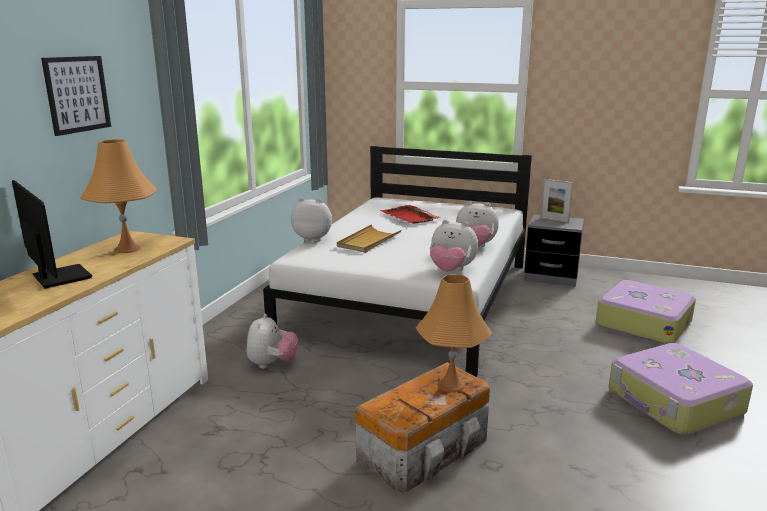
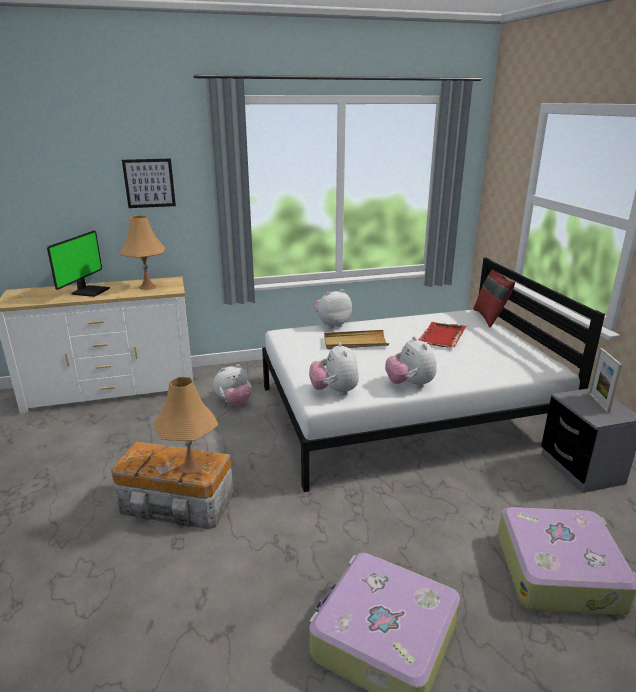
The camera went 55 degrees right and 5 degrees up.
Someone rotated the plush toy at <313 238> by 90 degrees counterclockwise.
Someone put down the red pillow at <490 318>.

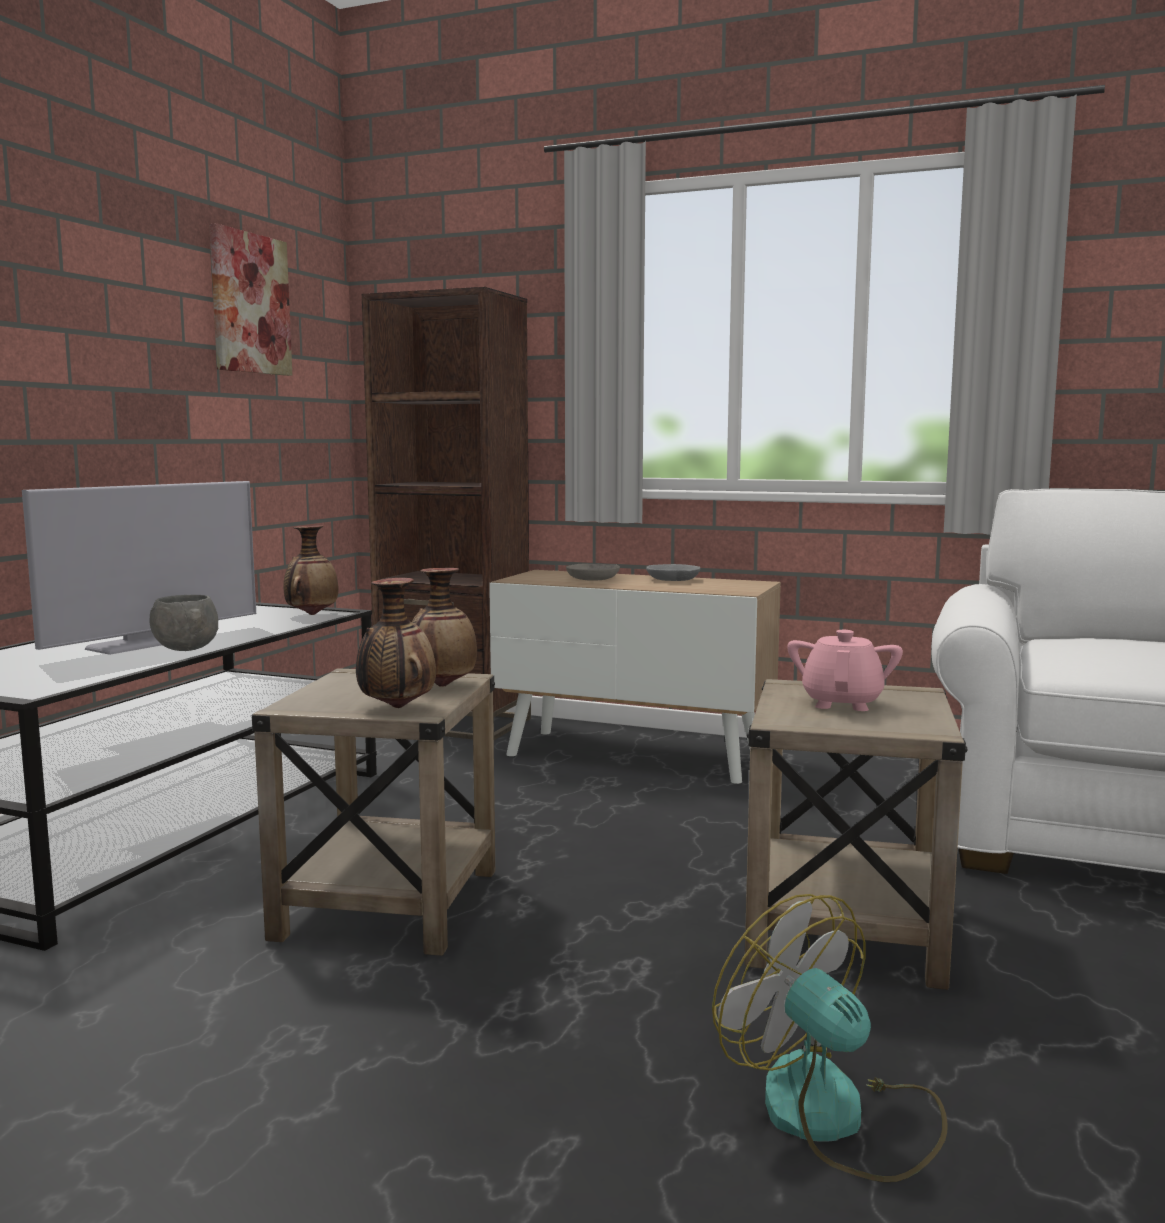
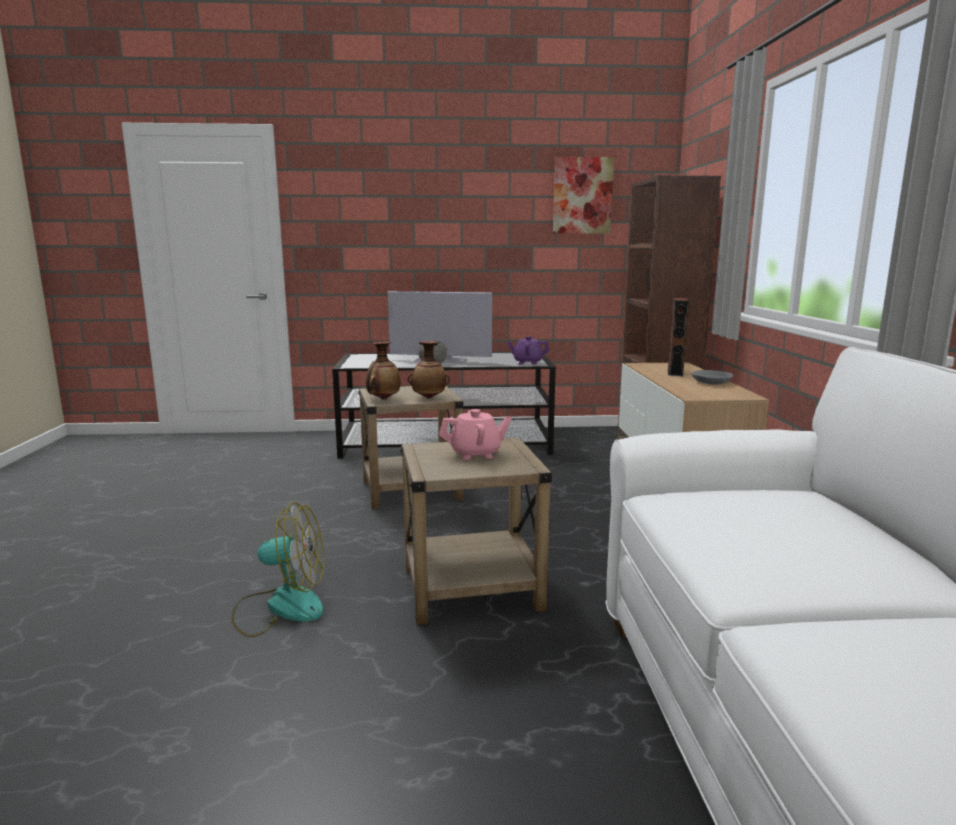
The camera went 65 degrees right and 5 degrees up.
Someone swapped the vase at <311 614> for the purple teapot at <527 363>.
Someone swapped the grey bowl at <593 579> for the brown speaker at <675 372>.
Someone rotated the fan at <835 1116> by 60 degrees clockwise.

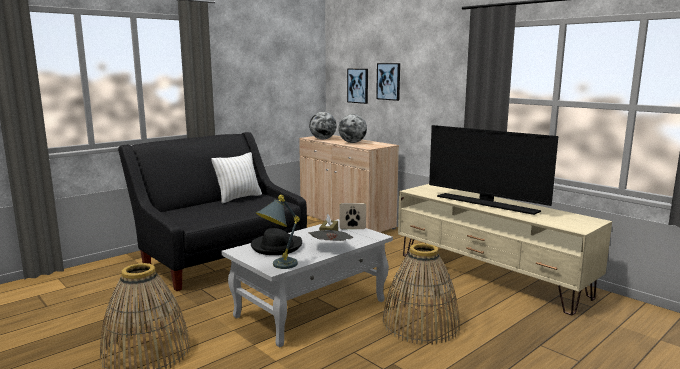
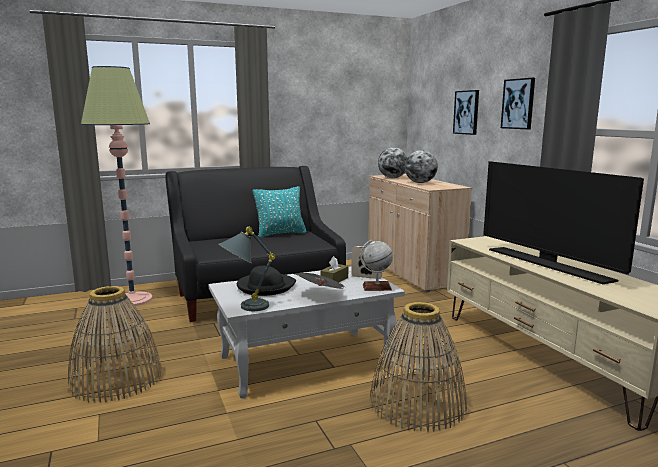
The camera went 20 degrees right and 0 degrees up.
Someone repainted the white pillow at <238 198>, which became the turquoise pillow at <280 234>.
Someone carried the picture from <358 85> to <518 104>.
Someone put down the floor lamp at <132 300>.
Someone put down the globe at <376 287>.

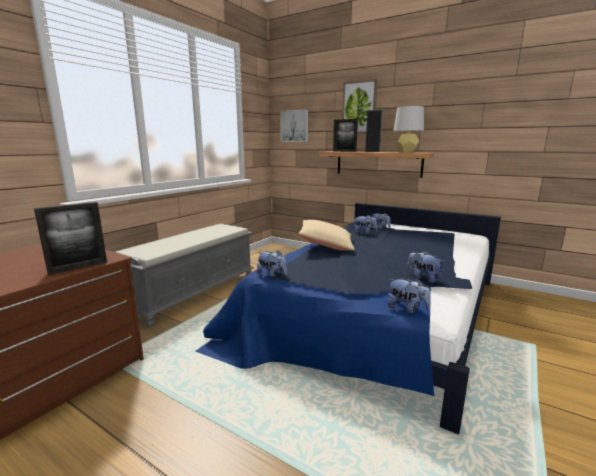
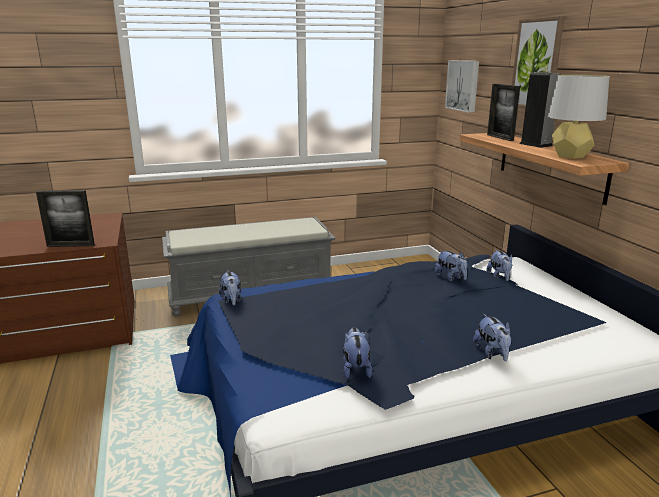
The camera went 40 degrees right and 5 degrees up.
Someone took away the beige pillow at <326 245>.
Someone carried the plush toy from <407 309> to <492 353>.

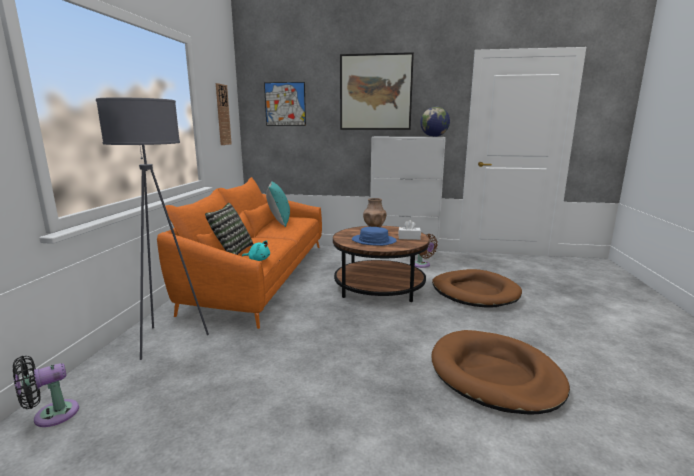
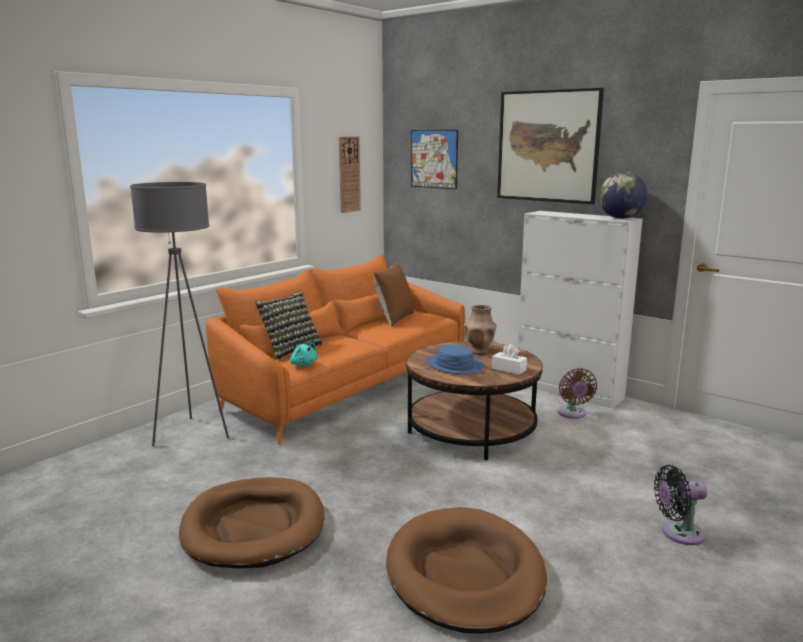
The camera went 30 degrees right and 0 degrees up.
Someone carried the black fan from <51 415> to <678 533>.
Someone repainted the turquoise pillow at <279 222>, which became the brown pillow at <394 319>.
Someone carried the brown dog bed from <474 292> to <254 527>.

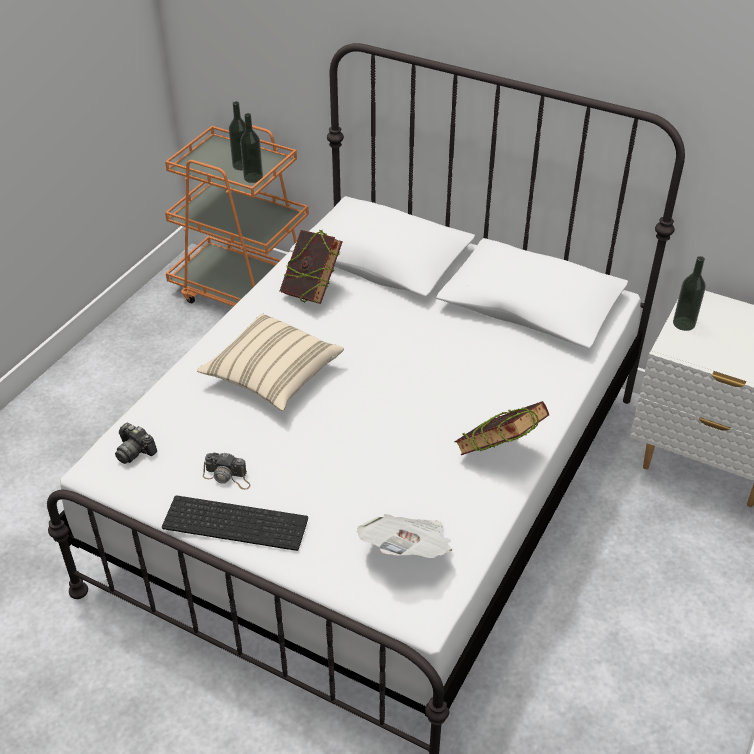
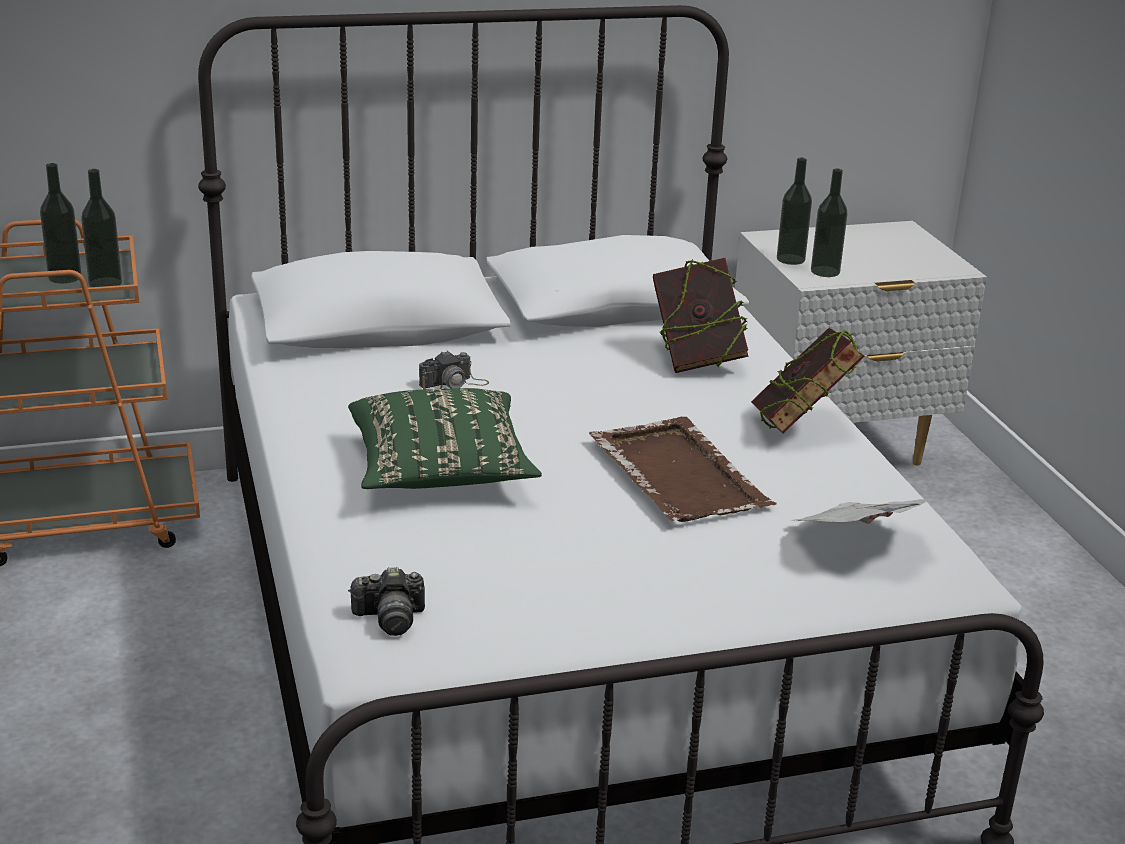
The camera went 45 degrees left and 15 degrees down.
Someone took away the keyboard at <237 521>.
Someone repainted the beige pillow at <272 376>, which became the green pillow at <440 471>.
Someone carried the photo camera from <228 477> to <453 384>.
Someone carried the book from <312 292> to <696 360>.
Someone put down the brown tray at <677 474>.
Someone put down the bottle at <825 271>.

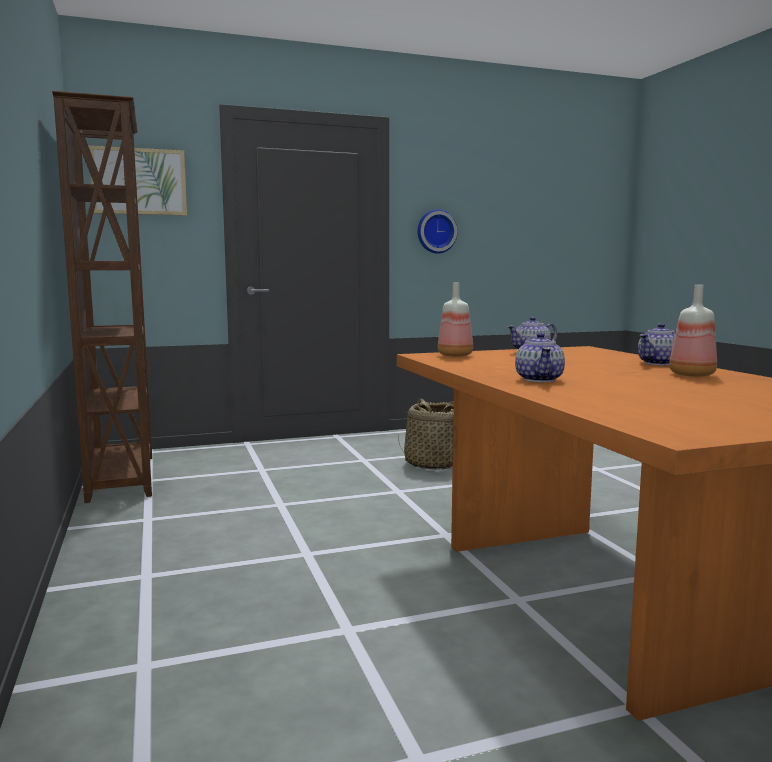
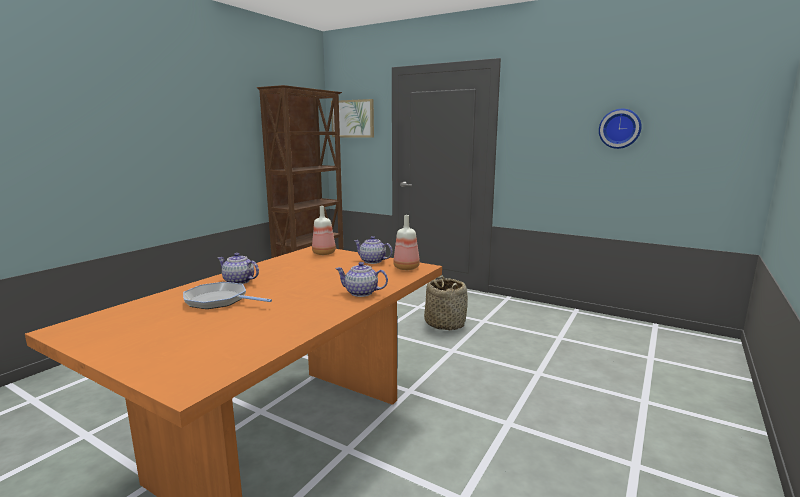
The camera went 50 degrees right and 5 degrees up.
Someone carried the wall clock from <436 231> to <620 128>.
Someone rotated the teapot at <539 379> by 60 degrees clockwise.
Someone carried the bottle from <690 375> to <406 267>.
Someone put down the frying pan at <219 300>.

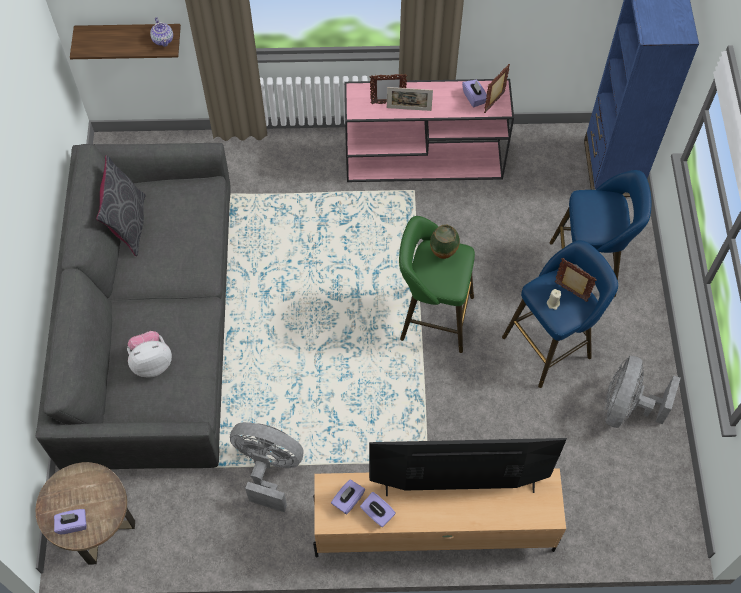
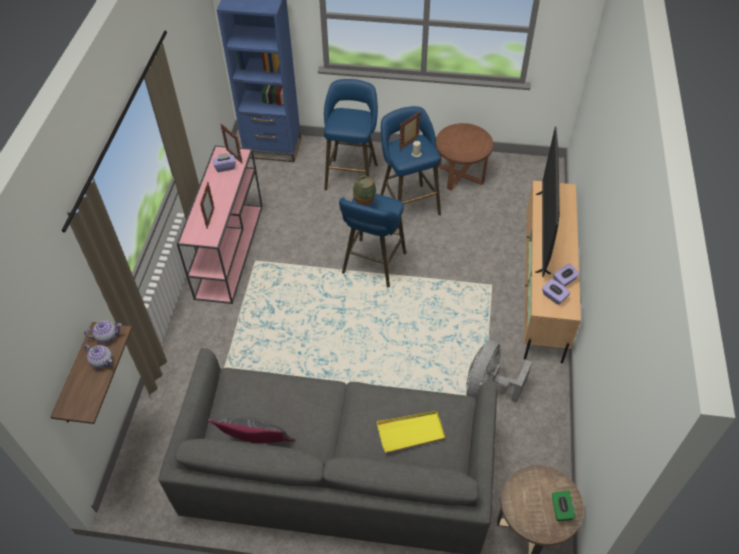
The camera went 80 degrees left and 10 degrees down.
Someone repainted the purple tissue box at <73 524>, which became the green tissue box at <560 510>.
Someone swapped the plush toy at <152 362> for the yellow tray at <411 432>.
Someone took away the picture frame at <409 109>.
Someone repainted the green stool at <432 317>, which became the blue stool at <372 266>.
Someone swapped the grey fan at <626 407> for the brown side table at <460 174>.
Someone put down the teapot at <102 361>.

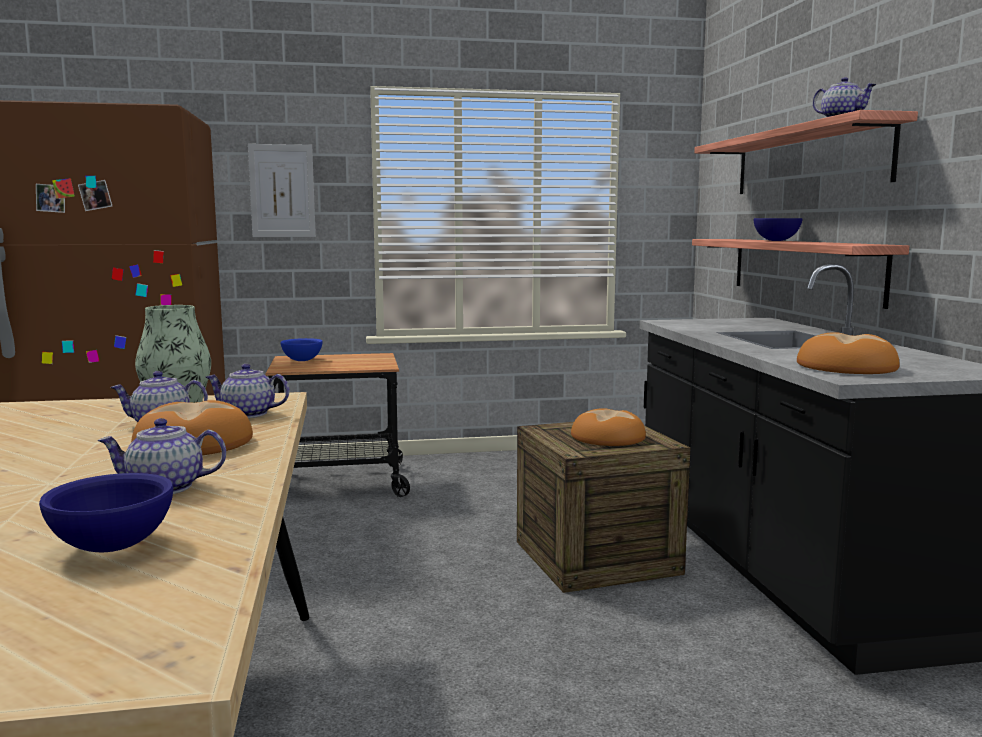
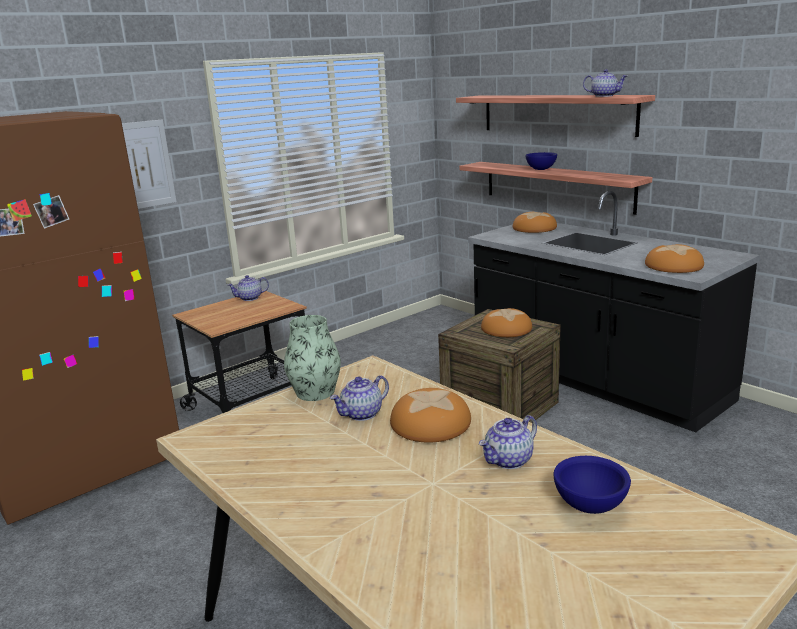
The camera went 30 degrees left and 10 degrees up.
Someone carried the teapot from <247 414> to <249 298>.
Someone took away the blue bowl at <301 360>.
Someone put down the bread at <534 228>.

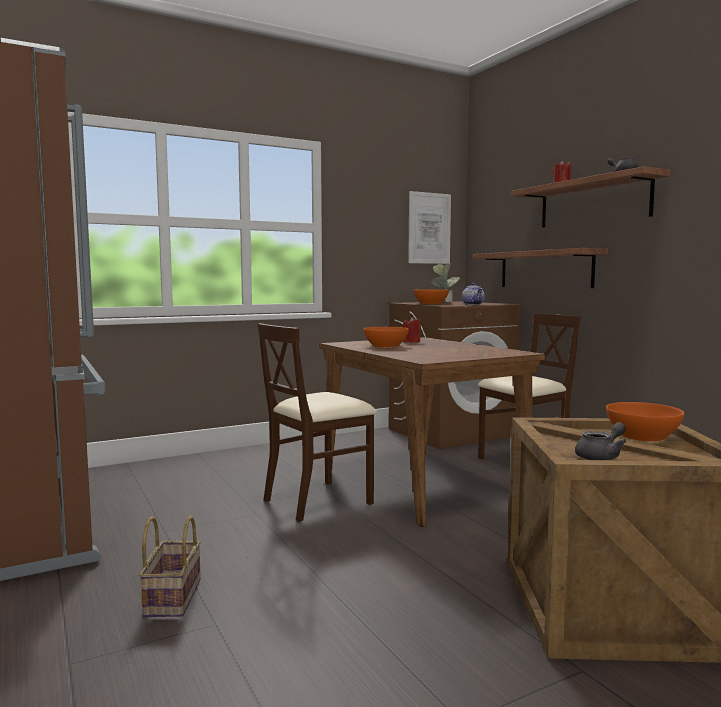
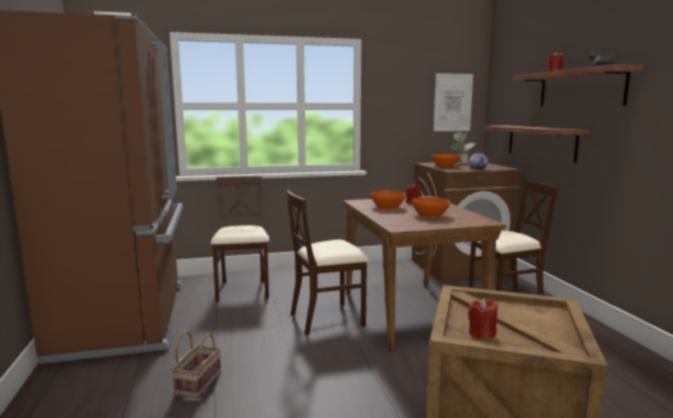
The camera went 15 degrees right and 5 degrees up.
Someone swapped the grey teapot at <601 457> for the red candle at <481 334>.
Someone carried the orange bowl from <643 436> to <430 215>.
Someone put down the beige chair at <243 290>.

